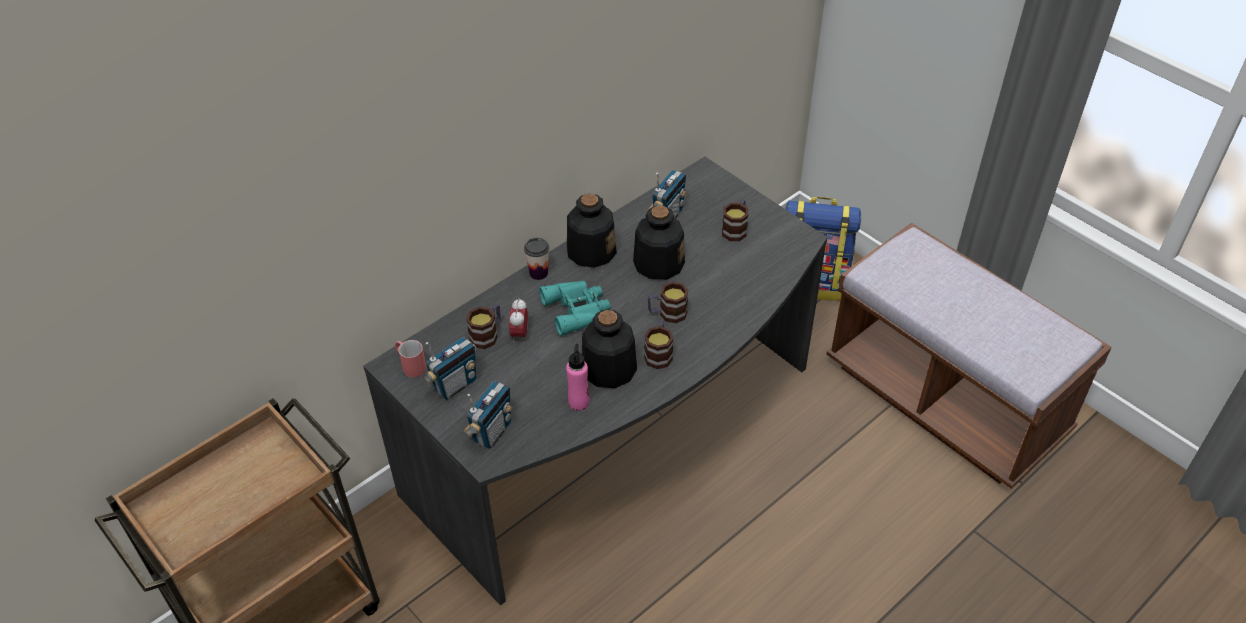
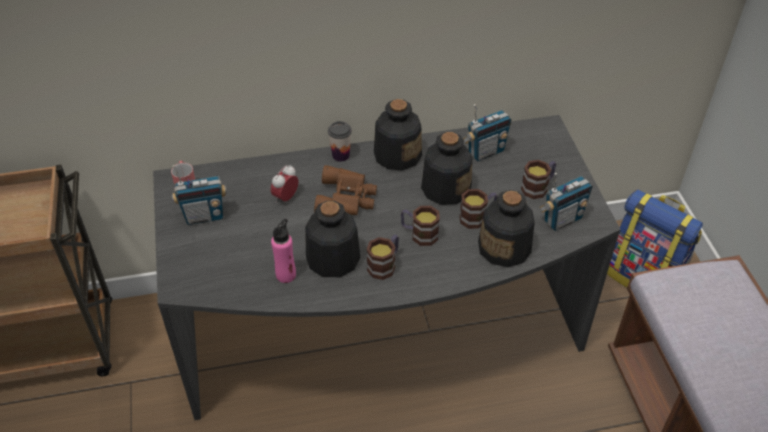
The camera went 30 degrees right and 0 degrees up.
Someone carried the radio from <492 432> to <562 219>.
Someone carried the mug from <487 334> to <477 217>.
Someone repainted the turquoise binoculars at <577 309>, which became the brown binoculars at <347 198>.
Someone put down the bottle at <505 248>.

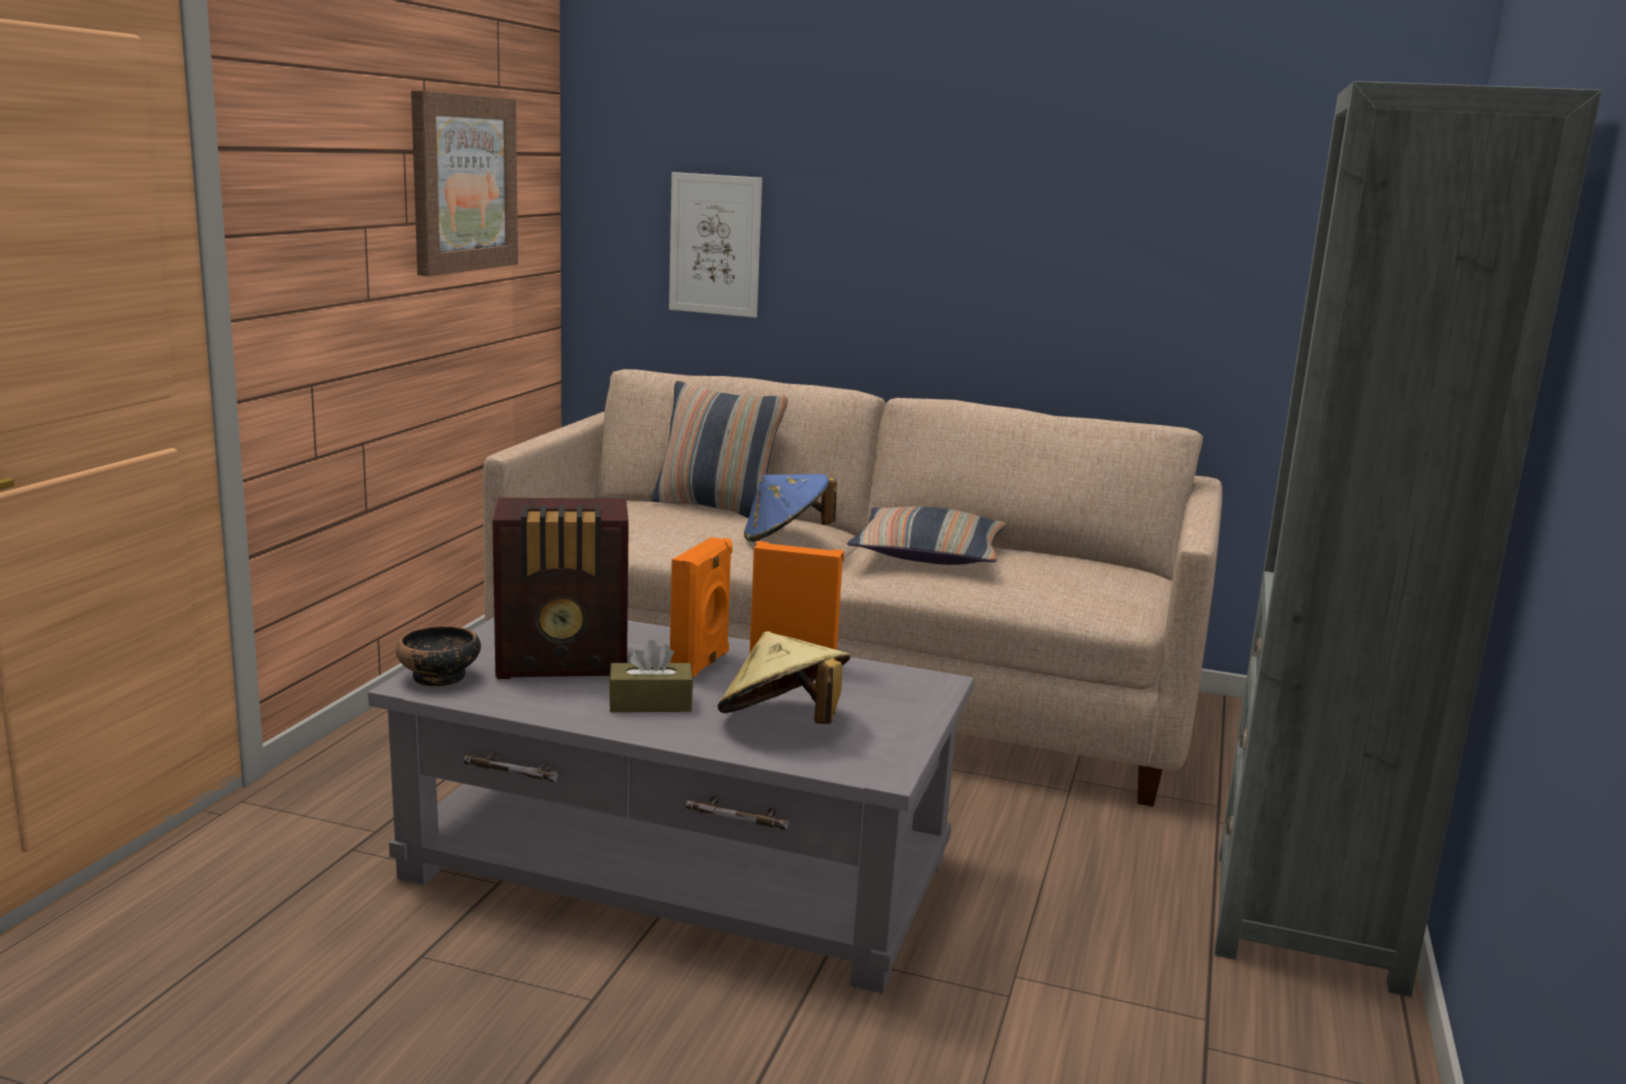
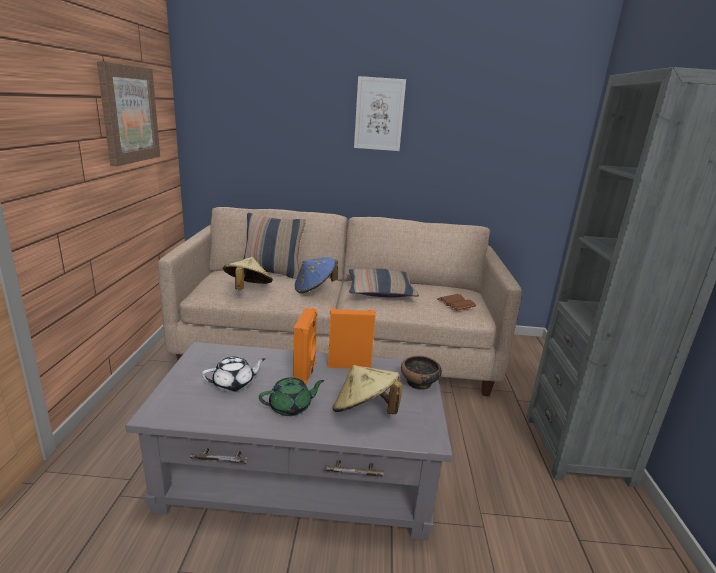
The camera went 15 degrees left and 5 degrees up.
Someone carried the bowl from <439 677> to <419 383>.
Someone swapped the radio at <565 664> for the white teapot at <234 384>.
Someone swapped the brown tissue box at <650 703> for the green teapot at <291 407>.
Someone carried the picture from <715 245> to <379 114>.
Someone put down the beige hat at <247 289>.
Someone put down the brown book at <457 303>.

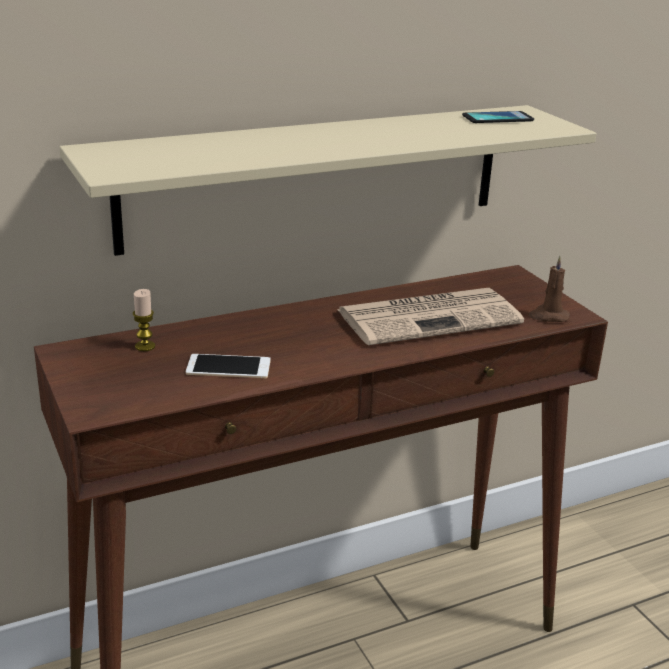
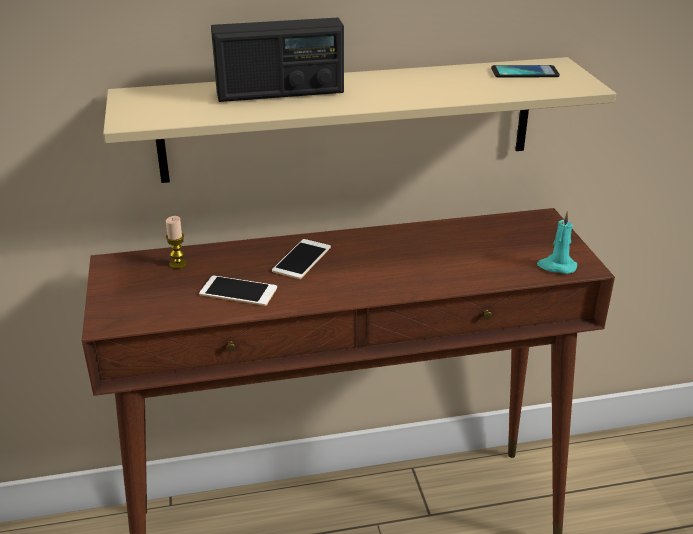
The camera went 15 degrees right and 5 degrees up.
Someone took away the newspaper at <430 317>.
Someone repainted the brown candle at <548 316>, which became the turquoise candle at <556 266>.
Someone put down the radio at <280 93>.
Someone put down the phone at <302 259>.

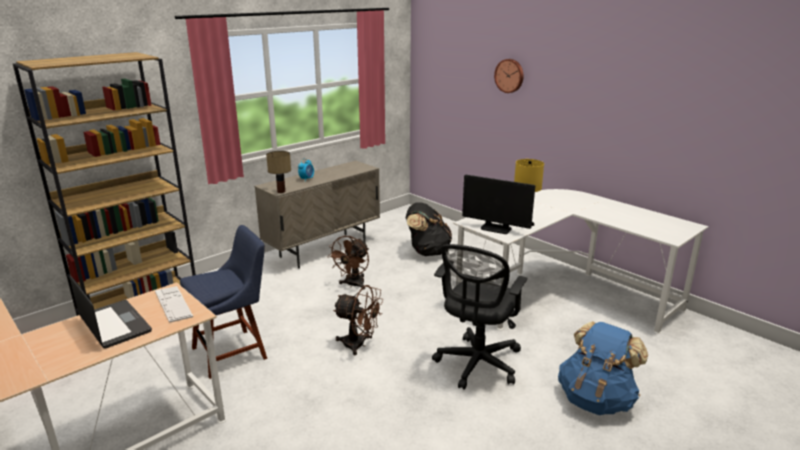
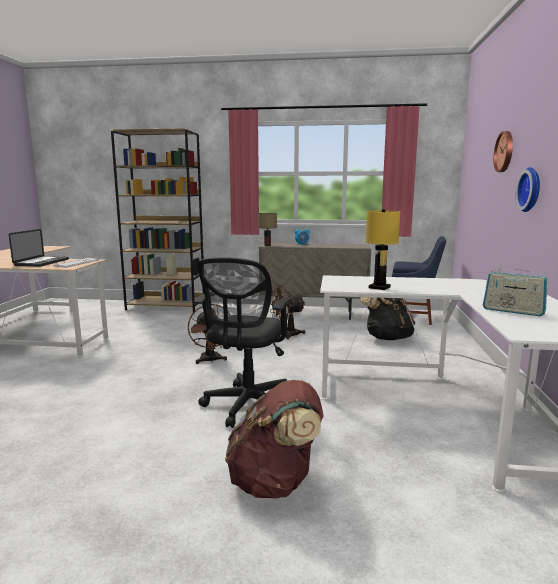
The camera went 50 degrees right and 10 degrees down.
Someone carried the blue chair from <233 351> to <414 318>.
Someone rotated the black office chair at <476 365> by 60 degrees counterclockwise.
Someone took away the monitor at <496 228>.
Someone repainted the blue backpack at <596 399>, which became the brown backpack at <275 482>.
Someone put down the radio at <513 311>.
Someone put up the wall clock at <531 189>.

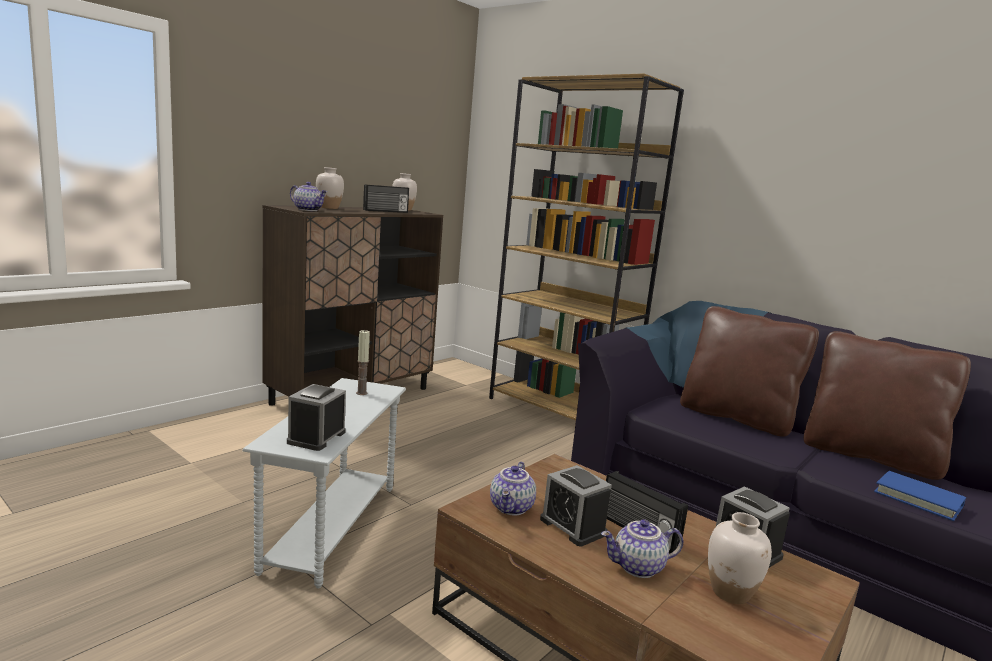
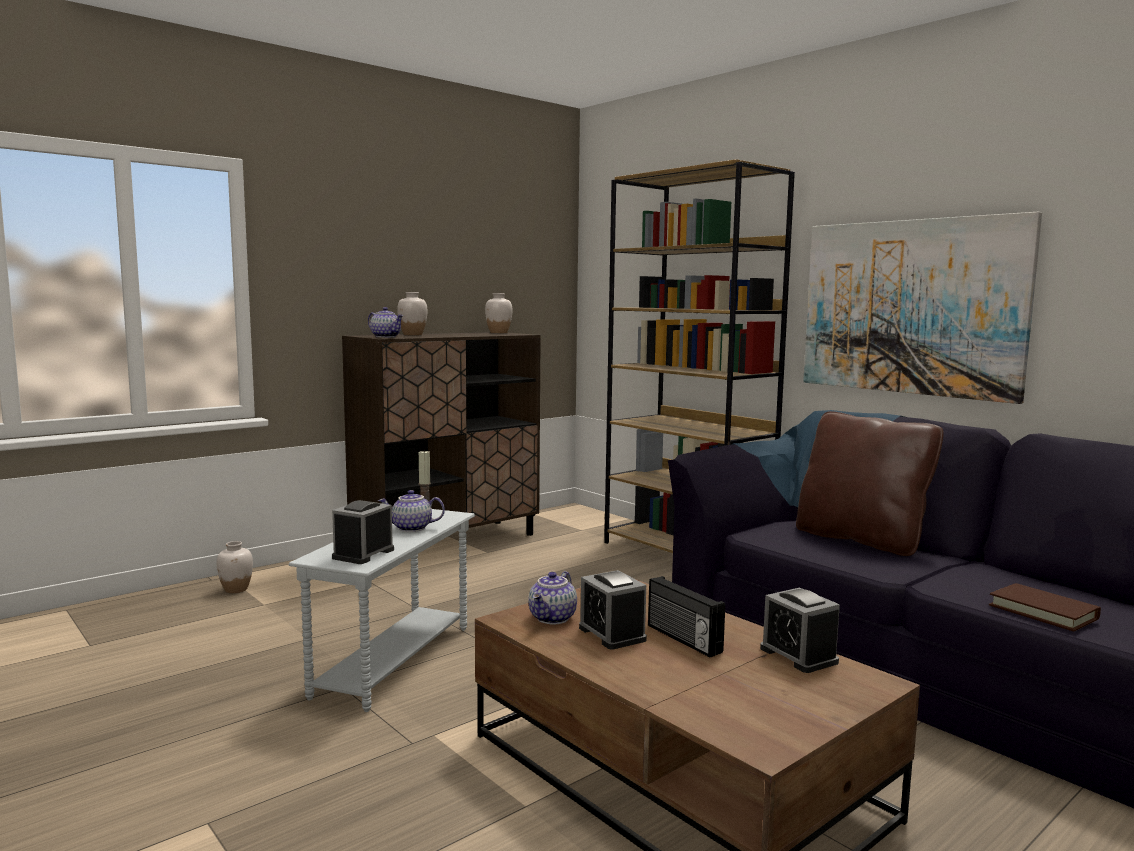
The camera went 10 degrees right and 5 degrees down.
Someone took away the radio at <386 211>.
Someone carried the teapot from <638 568> to <411 528>.
Someone carried the white vase from <731 592> to <236 589>.
Someone took away the brown pillow at <869 456>.
Someone repainted the blue book at <918 499>, which became the brown book at <1043 612>.
Someone put up the picture at <910 307>.

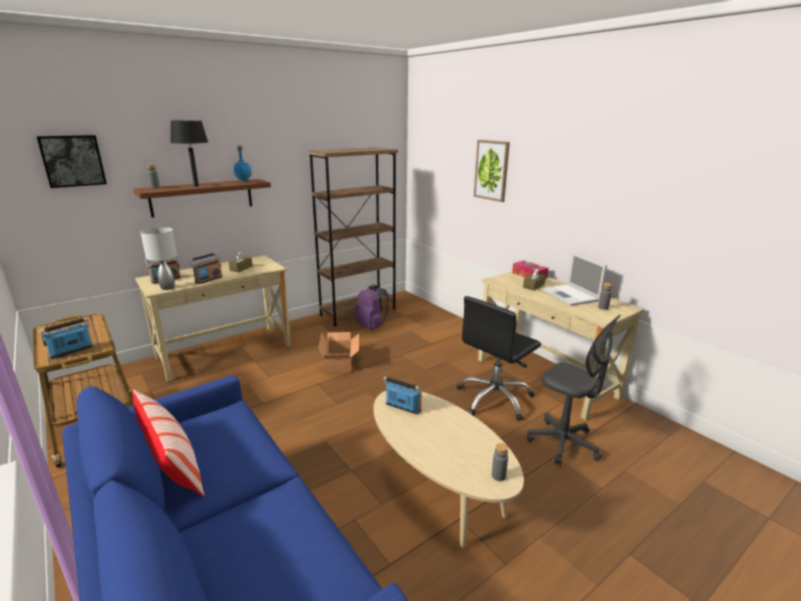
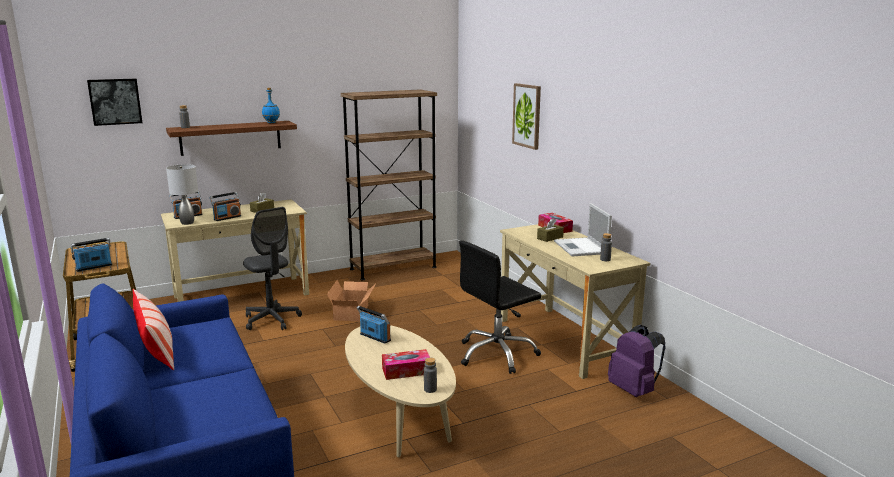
The camera went 10 degrees right and 5 degrees down.
Someone took away the black table lamp at <196 186>.
Someone carried the purple backpack from <371 326> to <634 390>.
Someone carried the grey office chair from <563 443> to <272 320>.
Someone put down the tissue box at <406 371>.

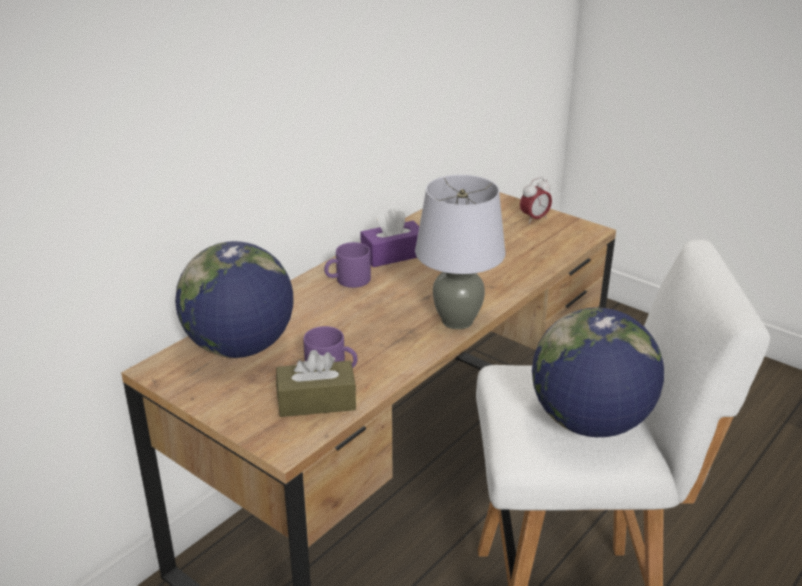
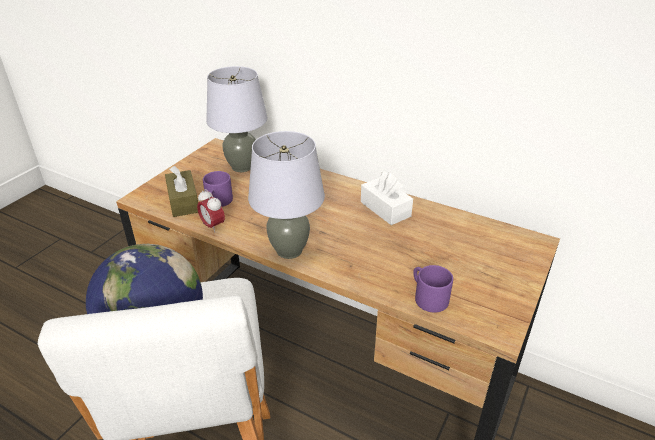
The camera went 80 degrees right and 5 degrees up.
Someone swapped the globe at <240 347> for the grey table lamp at <241 167>.
Someone carried the purple mug from <348 280> to <427 297>.
Someone repainted the purple tissue box at <393 254>, which became the white tissue box at <385 209>.
Someone carried the alarm clock from <534 219> to <213 226>.

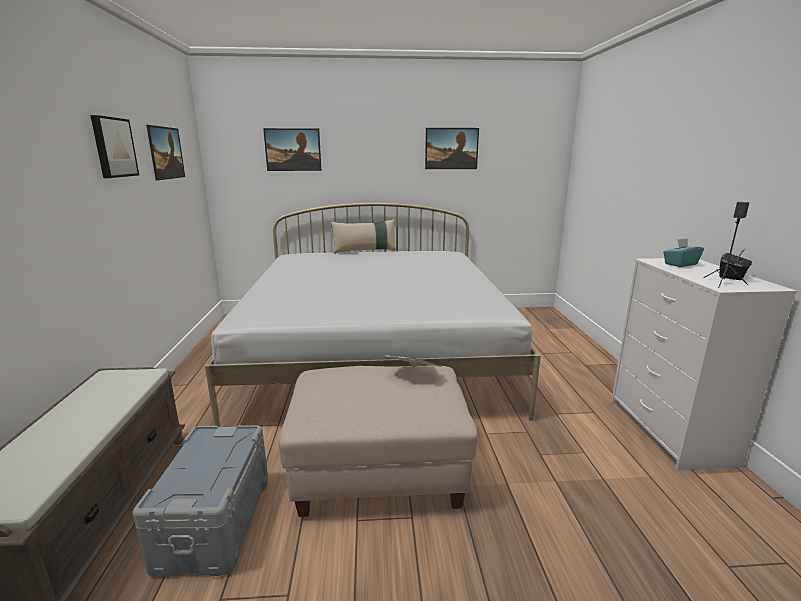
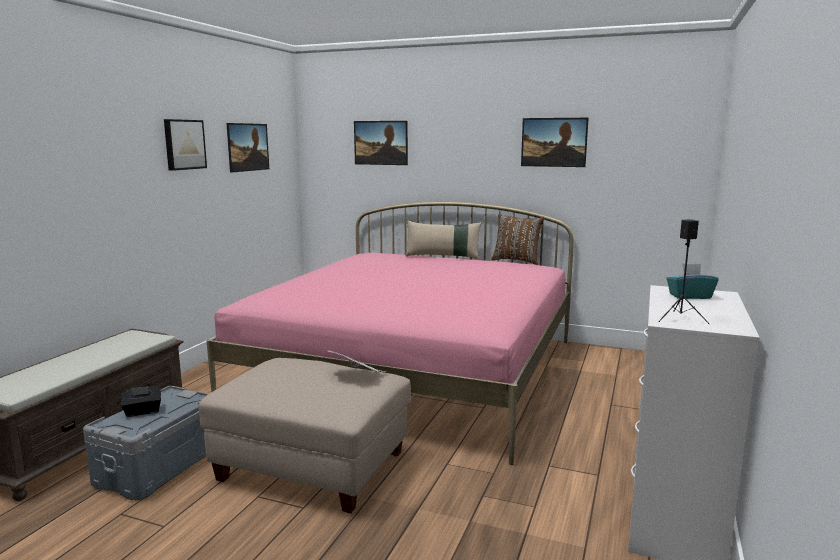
The camera went 25 degrees right and 5 degrees down.
Someone repainted the white bed at <375 353>, which became the pink bed at <414 370>.
Someone carried the black tissue box from <732 276> to <142 411>.
Someone put down the brown pillow at <516 261>.

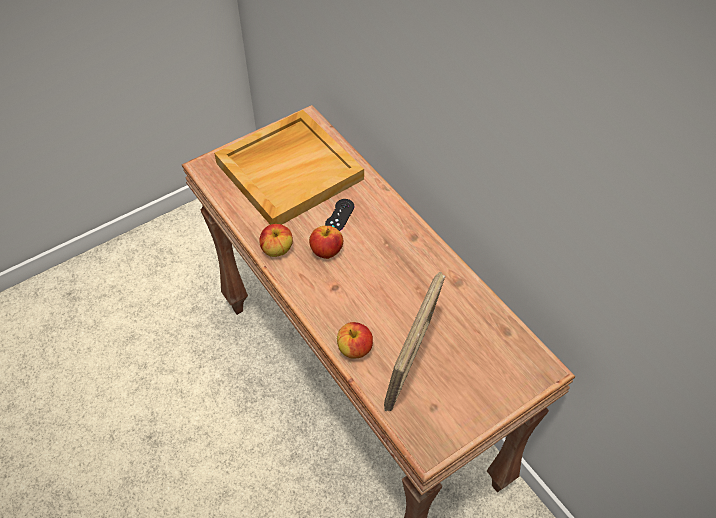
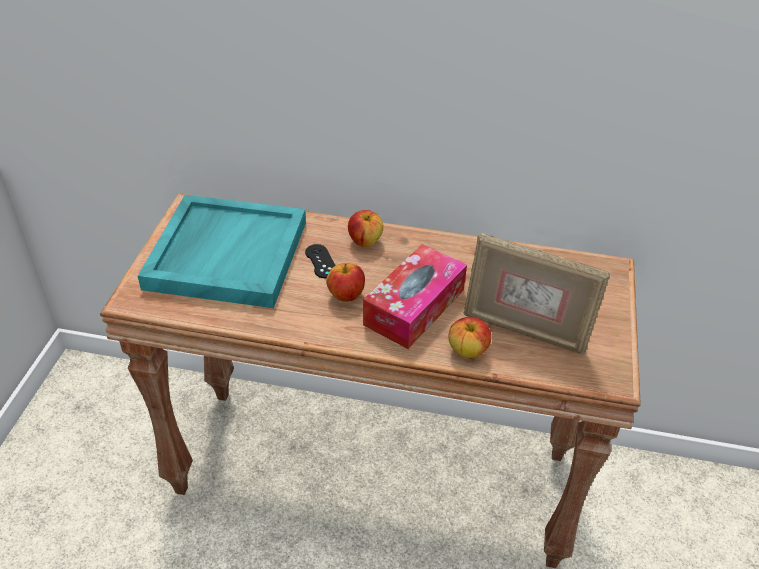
The camera went 45 degrees left and 10 degrees down.
Someone repainted the beige tray at <289 170>, which became the turquoise tray at <226 253>.
Someone carried the apple from <277 250> to <365 241>.
Someone rotated the picture frame at <411 365> by 45 degrees counterclockwise.
Someone put down the tissue box at <414 307>.

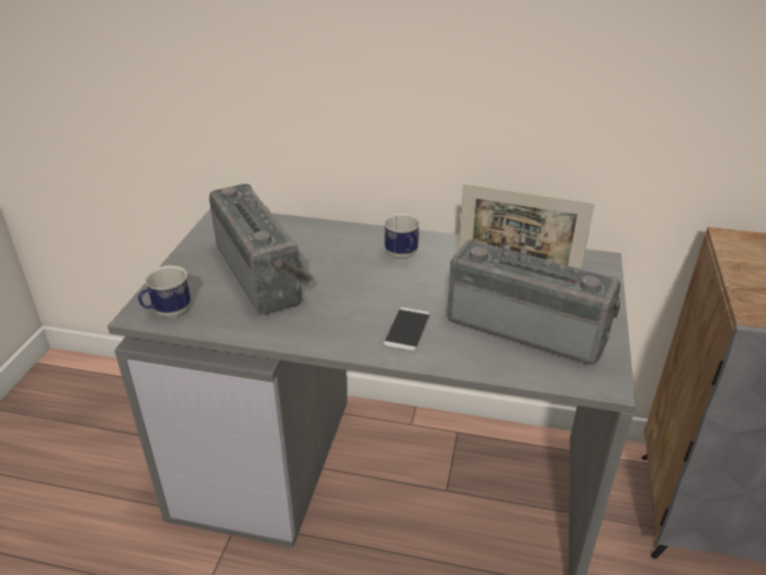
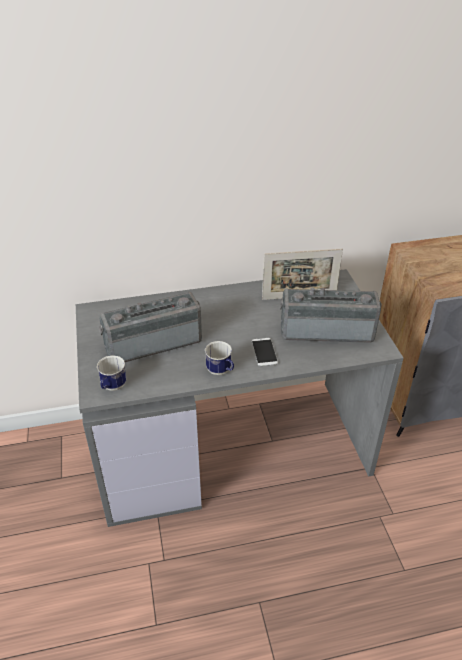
The camera went 25 degrees left and 5 degrees up.
Someone rotated the radio at <265 273> by 60 degrees counterclockwise.
Someone carried the mug from <403 256> to <221 372>.

